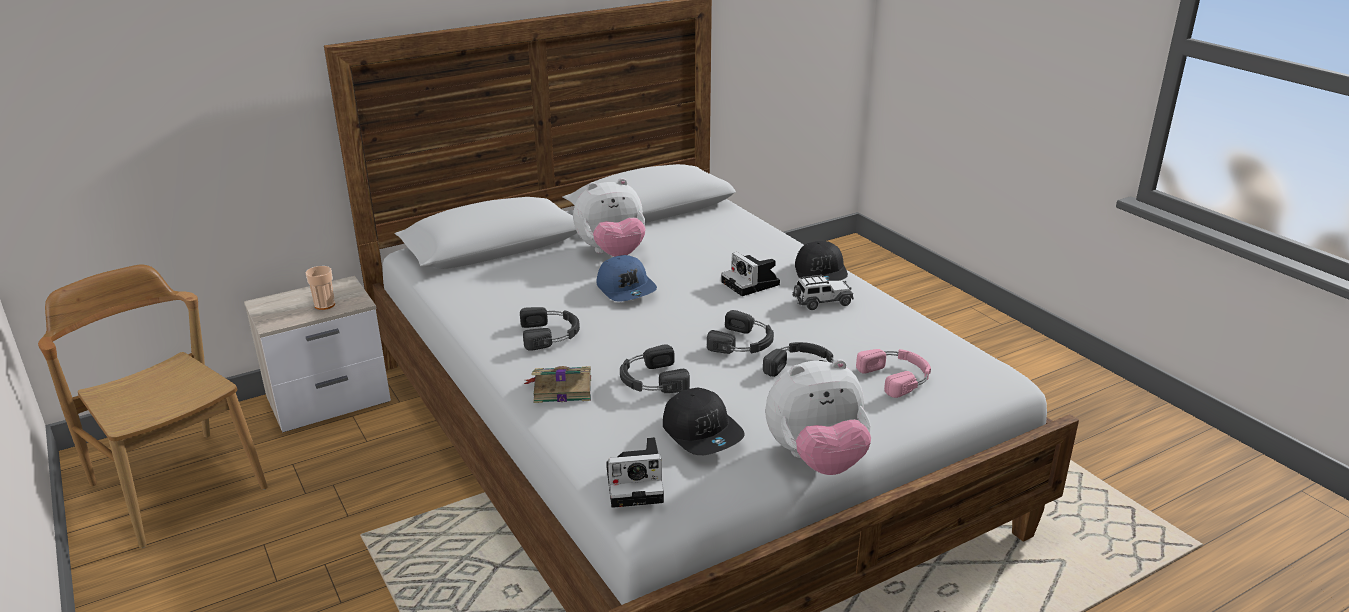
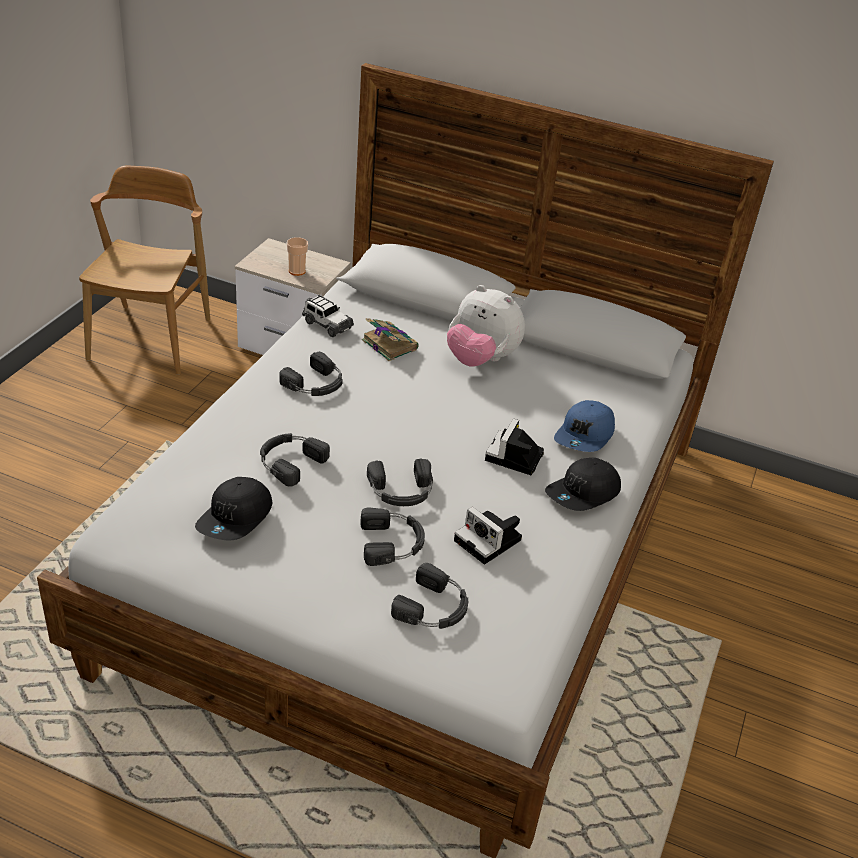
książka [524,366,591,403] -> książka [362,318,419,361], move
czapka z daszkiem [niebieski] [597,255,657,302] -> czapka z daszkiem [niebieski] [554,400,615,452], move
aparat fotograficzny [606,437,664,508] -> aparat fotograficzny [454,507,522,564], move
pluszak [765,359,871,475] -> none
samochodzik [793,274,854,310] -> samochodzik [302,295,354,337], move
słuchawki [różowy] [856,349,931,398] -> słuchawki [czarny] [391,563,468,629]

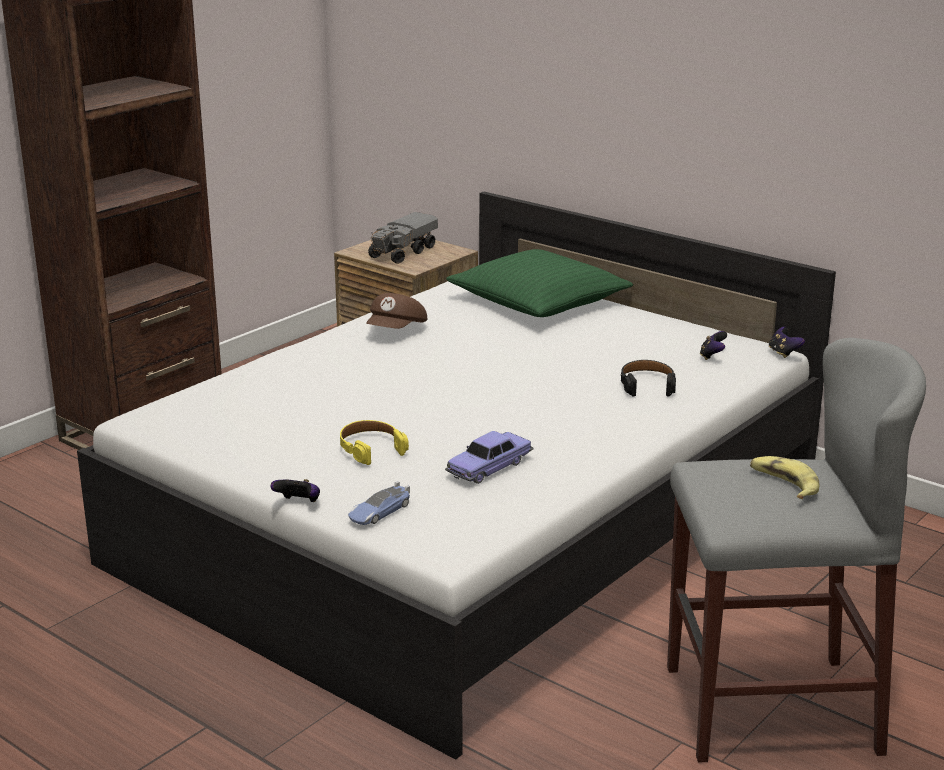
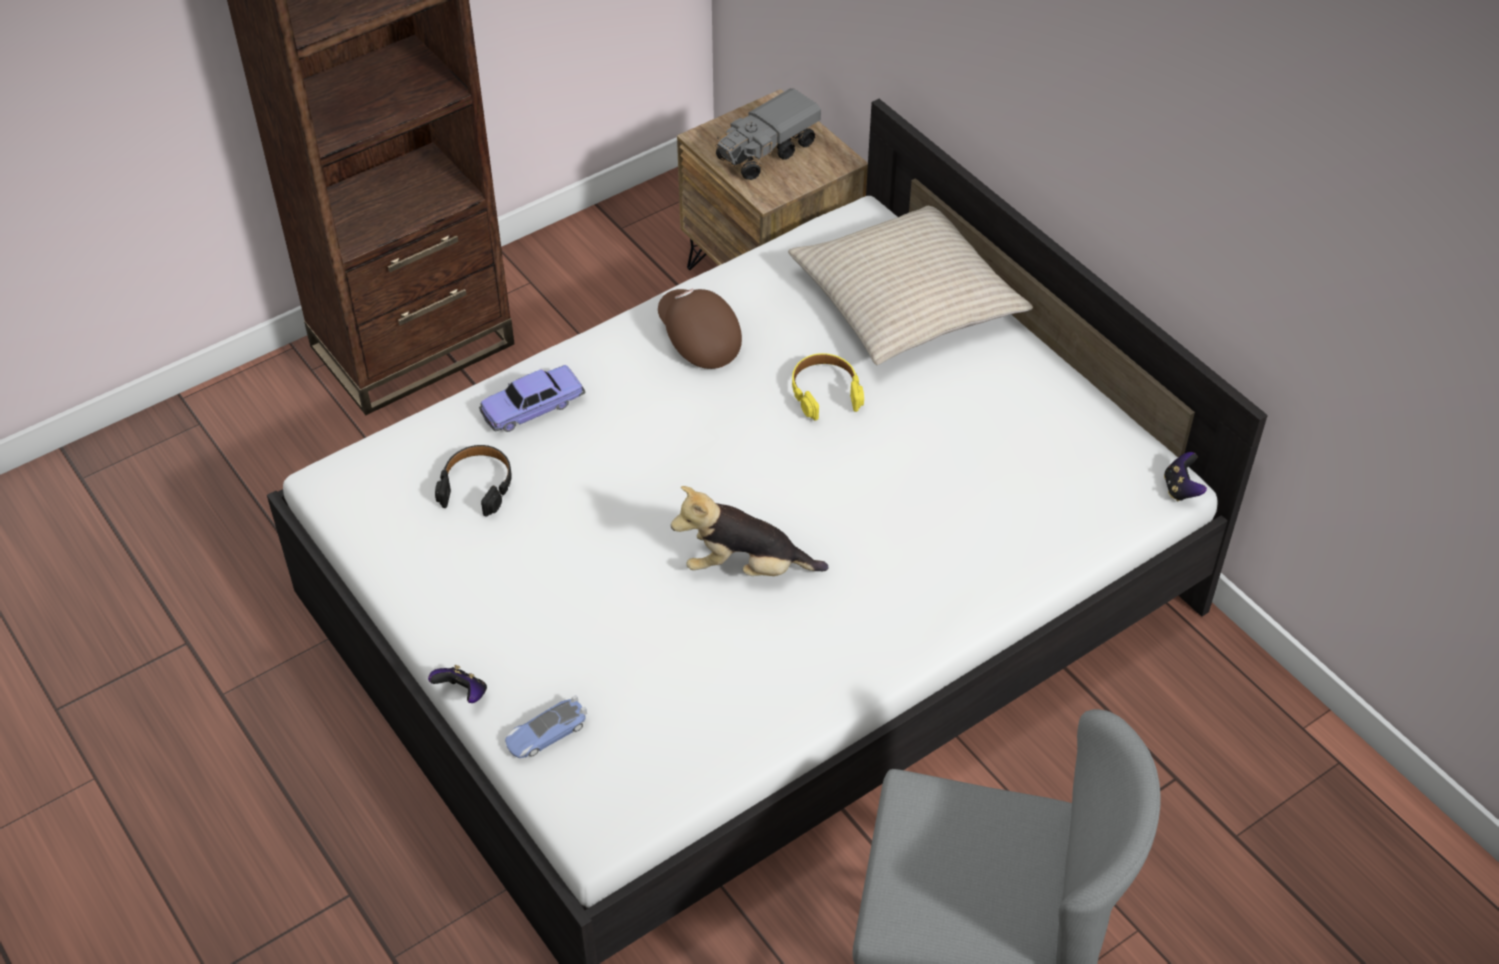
słuchawki [żółty] [340,420,409,465] -> słuchawki [żółty] [792,353,864,421], move
czapka z daszkiem [brązowy] [366,293,427,329] -> czapka z daszkiem [brązowy] [658,289,742,369], 105 degrees clockwise
samochodzik [445,431,534,484] -> samochodzik [479,365,586,432], move
poduszka [zielony] [446,249,633,317] -> poduszka [beżowy] [788,206,1033,365]
słuchawki [czarny] [621,360,676,397] -> słuchawki [czarny] [435,445,512,517], move
pad do gier [700,331,727,360] -> none
banan [750,456,819,499] -> none
none -> pluszak [671,486,828,576]

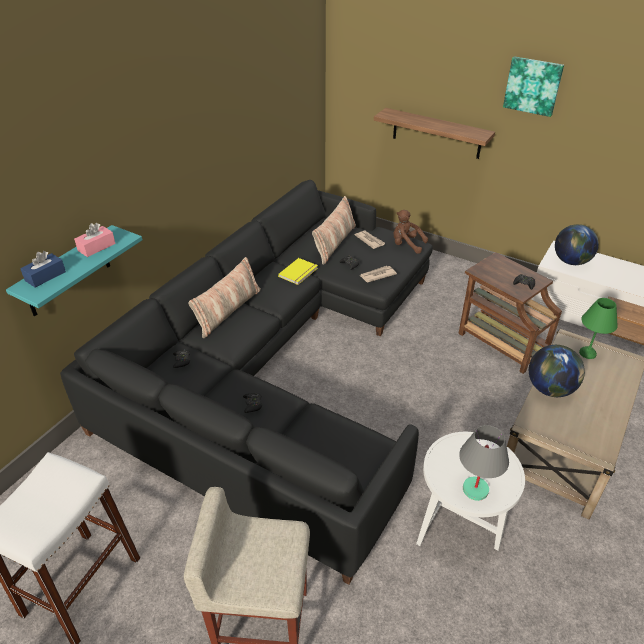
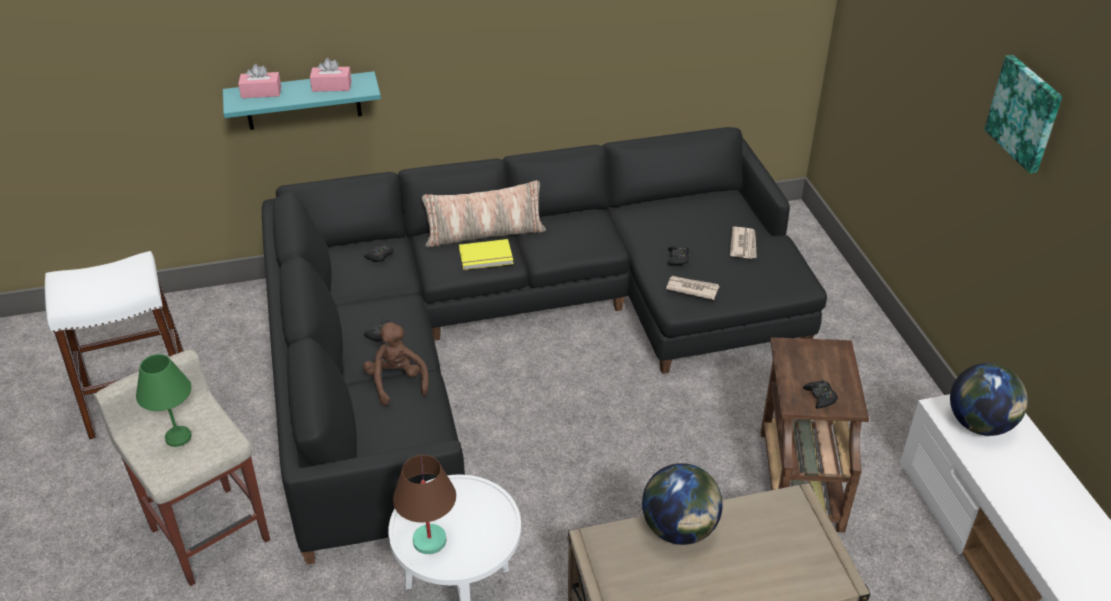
pudełko chusteczek [niebieski] [20,251,66,288] -> pudełko chusteczek [różowy] [238,64,281,98]
książka [żółty] [278,258,318,285] -> książka [żółty] [459,239,513,270], move
poduszka [312,196,356,265] -> none
półka [374,108,495,159] -> none
pluszak [brązowy] [394,210,428,254] -> pluszak [brązowy] [363,322,429,406], move
lampa stołowa [szary] [459,425,509,501] -> lampa stołowa [brązowy] [393,455,456,554]
lampa stołowa [zielony] [579,298,618,359] -> lampa stołowa [zielony] [136,354,192,447], move

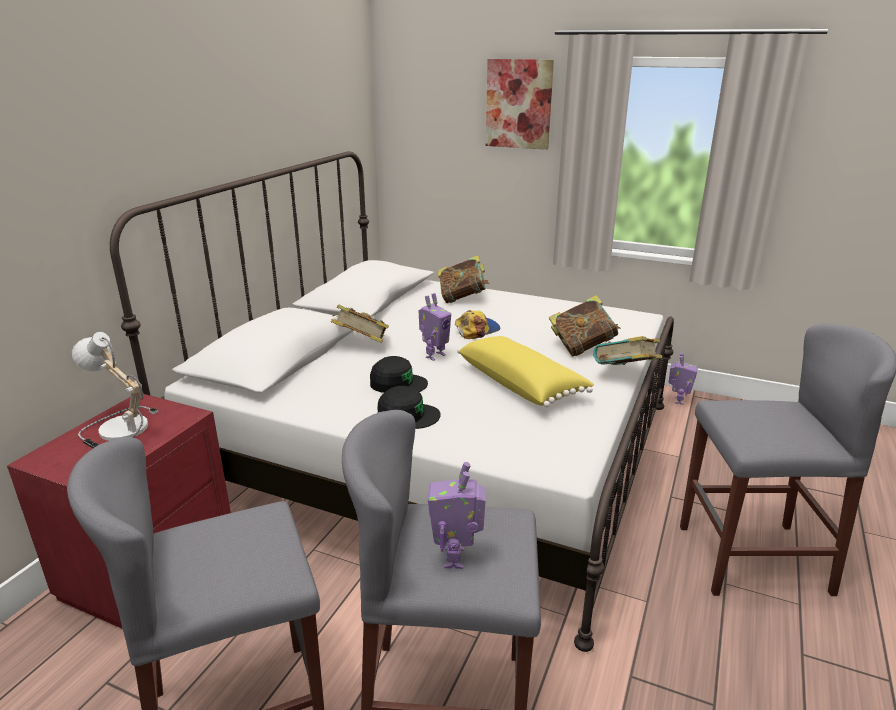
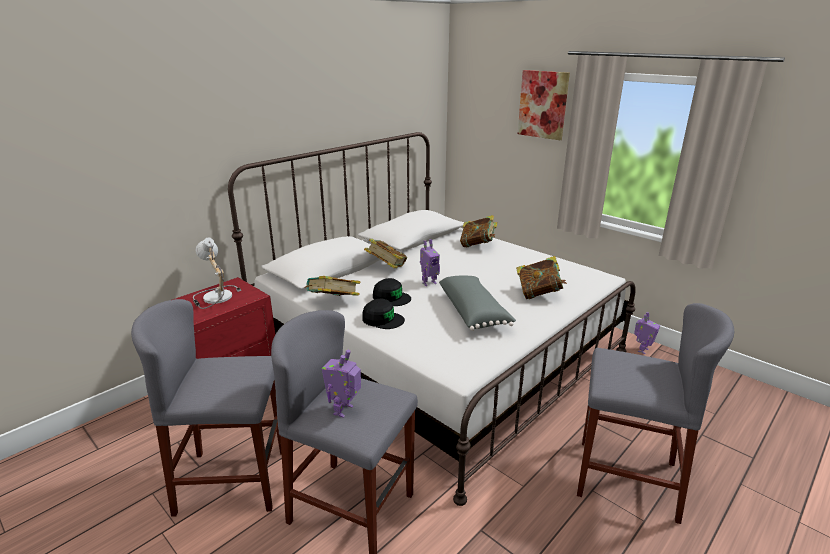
czapka z daszkiem [455,310,500,339] -> none
poduszka [żółty] [457,336,594,407] -> poduszka [szary] [439,275,516,330]
książka [593,336,662,365] -> książka [304,276,360,296], move

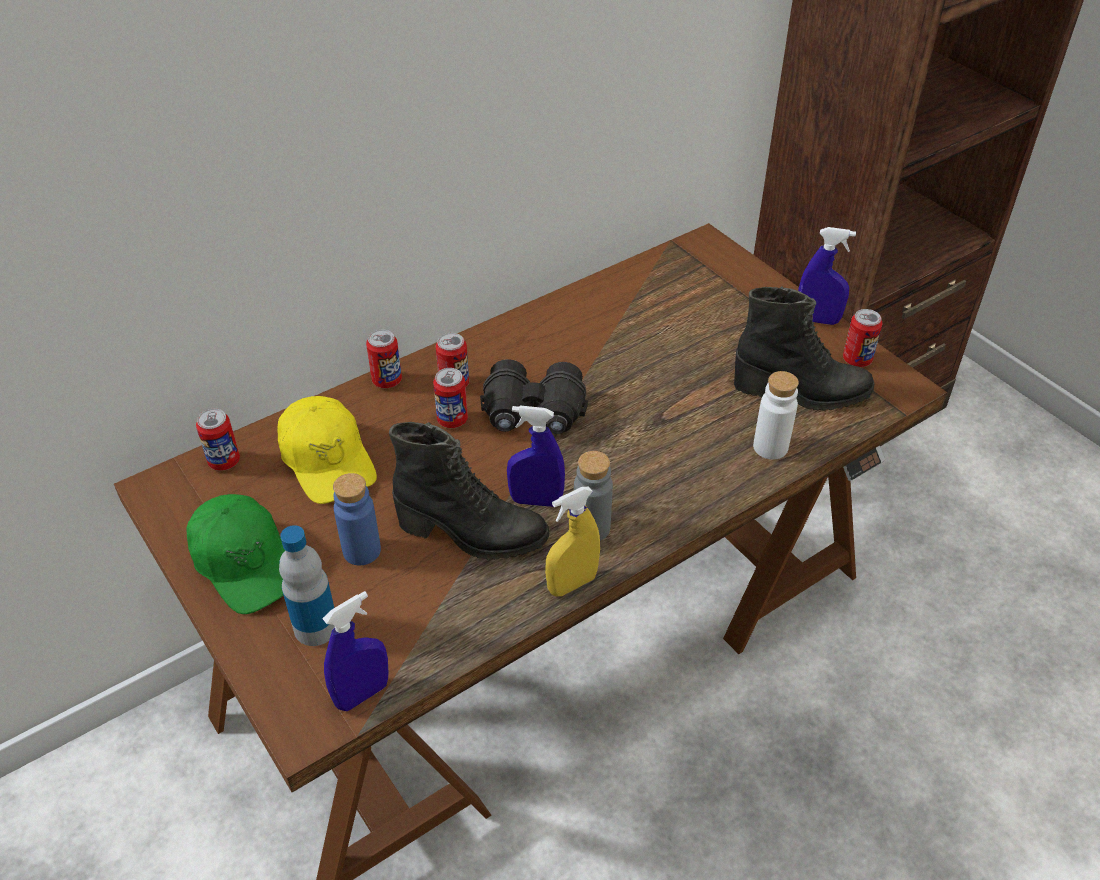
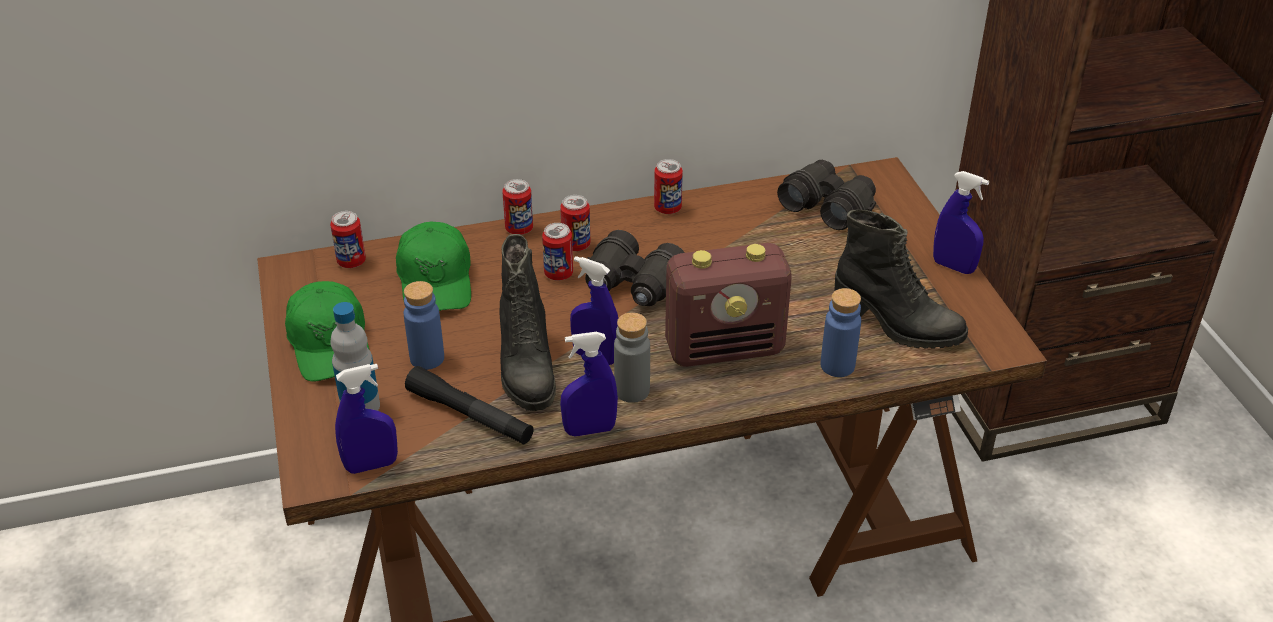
czapka z daszkiem [żółty] [277,396,377,504] -> czapka z daszkiem [zielony] [396,222,471,311]
but z cholewką [czarny] [389,422,549,560] -> but z cholewką [czarny] [500,234,556,411], 45 degrees clockwise
spryskiwacz [żółty] [545,487,600,596] -> spryskiwacz [niebieski] [560,332,618,437]
butelka [biały] [753,371,799,460] -> butelka [niebieski] [821,288,861,377]
puszka [843,309,882,367] -> puszka [654,159,683,214], move
none -> latarka [czarny] [405,366,534,444]
none -> radio [665,243,792,367]
none -> lornetka [czarny] [777,160,876,230]

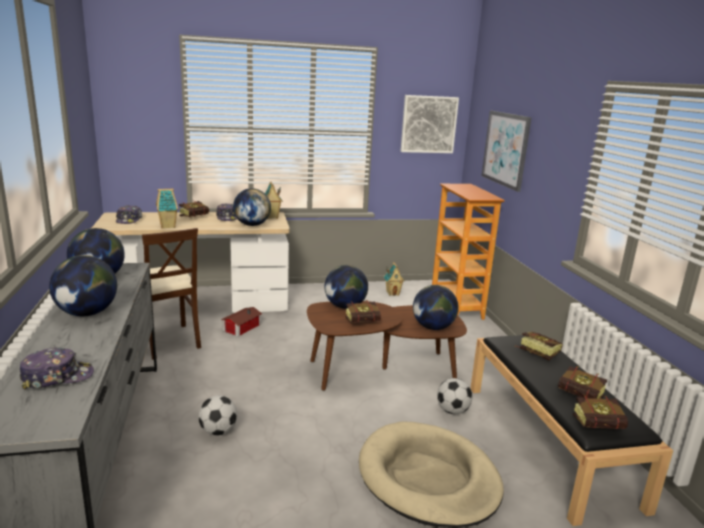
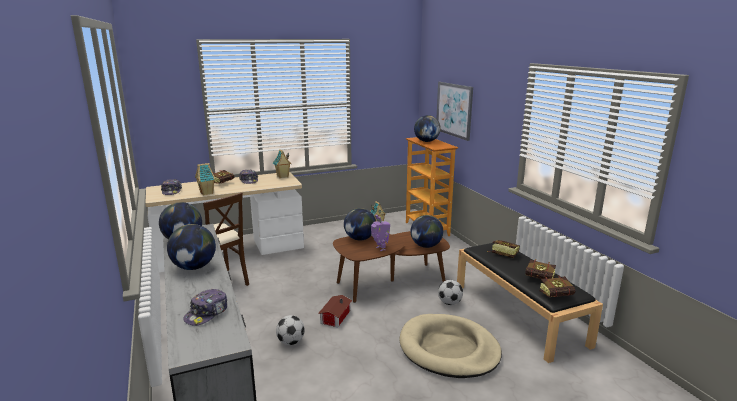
czapka z daszkiem [20,348,94,389] -> czapka z daszkiem [183,288,227,326], 150 degrees clockwise
domek [221,307,262,336] -> domek [318,295,352,327], move
globus [233,188,271,226] -> globus [414,115,441,142], move
książka [346,301,381,323] -> robot zabawkowy [371,215,390,251]
obraz [401,95,459,153] -> none

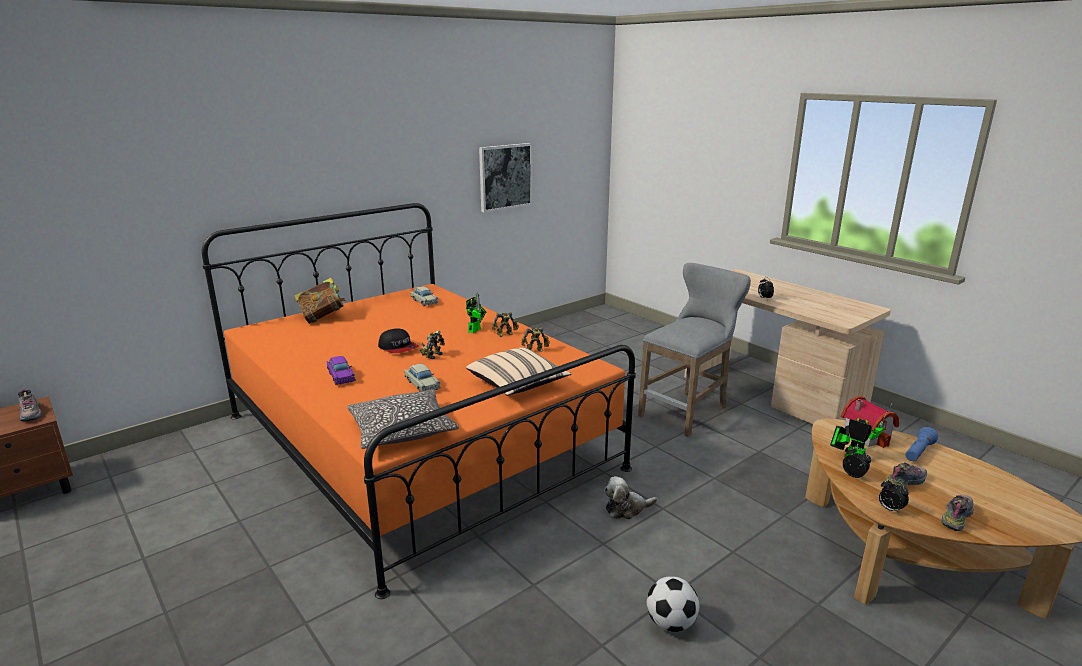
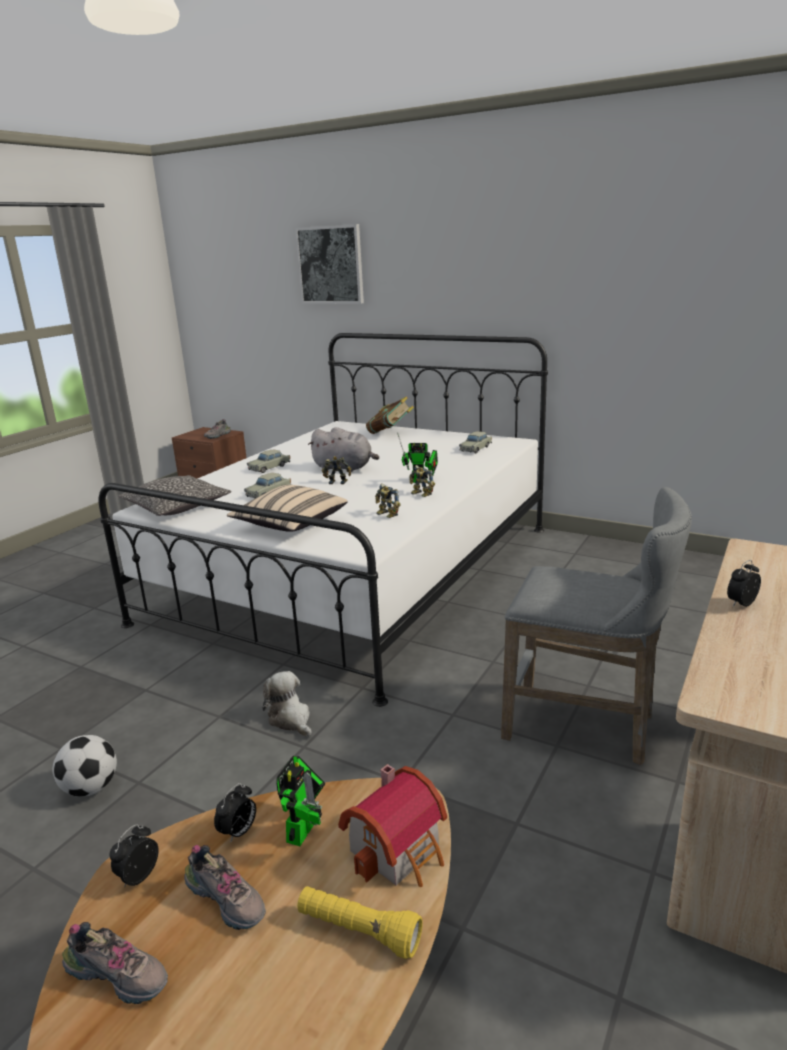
łóżko [pomarańczowy] [202,203,636,599] -> łóżko [biały] [99,333,548,707]
samochodzik [fioletowy] [327,356,356,385] -> samochodzik [beżowy] [247,450,290,473]
czapka z daszkiem [378,328,419,353] -> pluszak [szary] [308,427,379,472]
obraz [479,143,533,212] -> obraz [295,224,364,304], move
latarka [niebieski] [905,427,938,461] -> latarka [żółty] [297,886,423,959]

